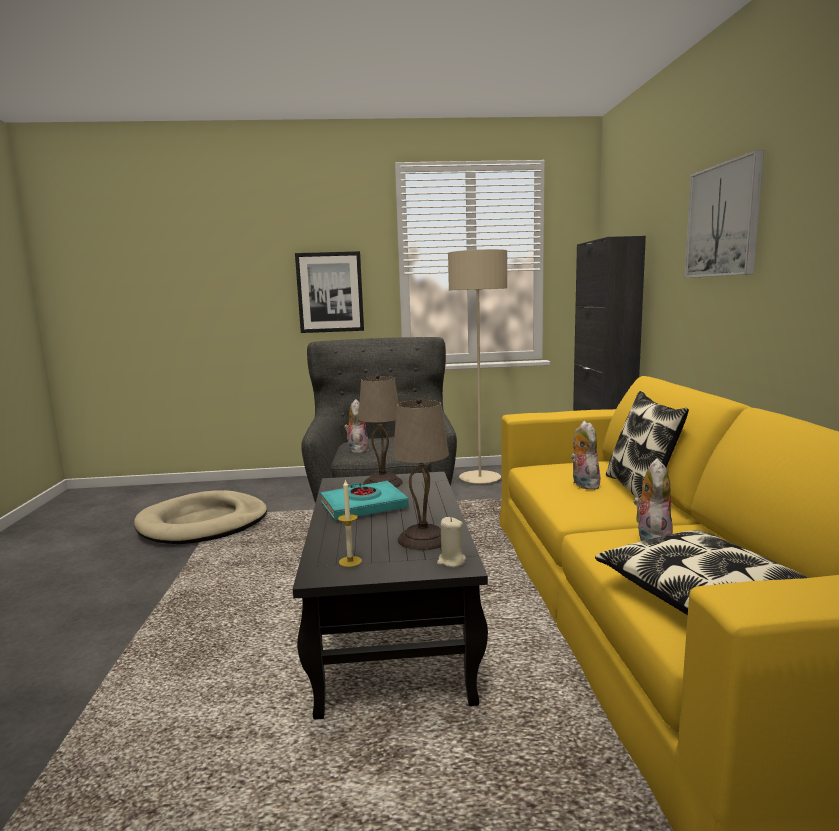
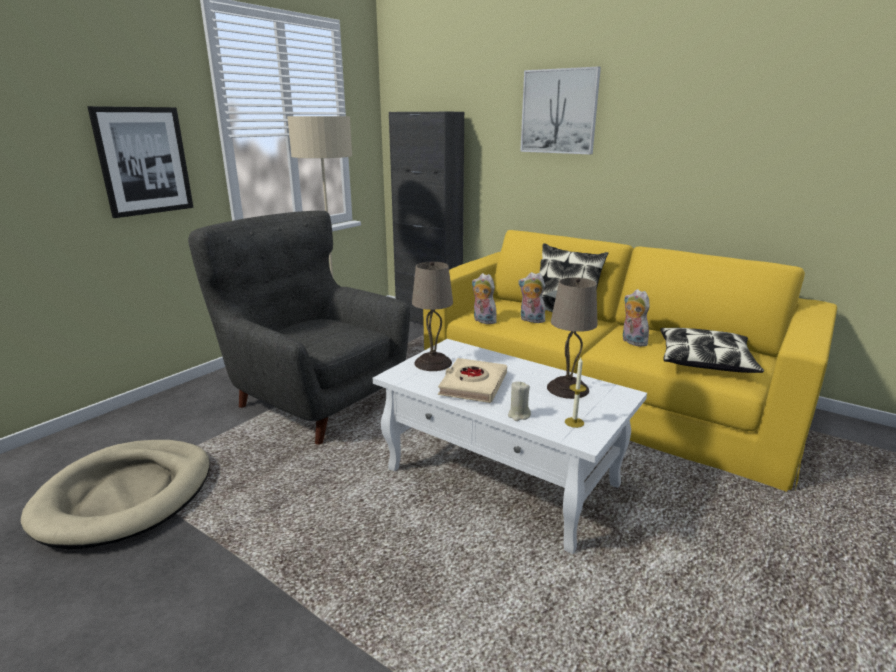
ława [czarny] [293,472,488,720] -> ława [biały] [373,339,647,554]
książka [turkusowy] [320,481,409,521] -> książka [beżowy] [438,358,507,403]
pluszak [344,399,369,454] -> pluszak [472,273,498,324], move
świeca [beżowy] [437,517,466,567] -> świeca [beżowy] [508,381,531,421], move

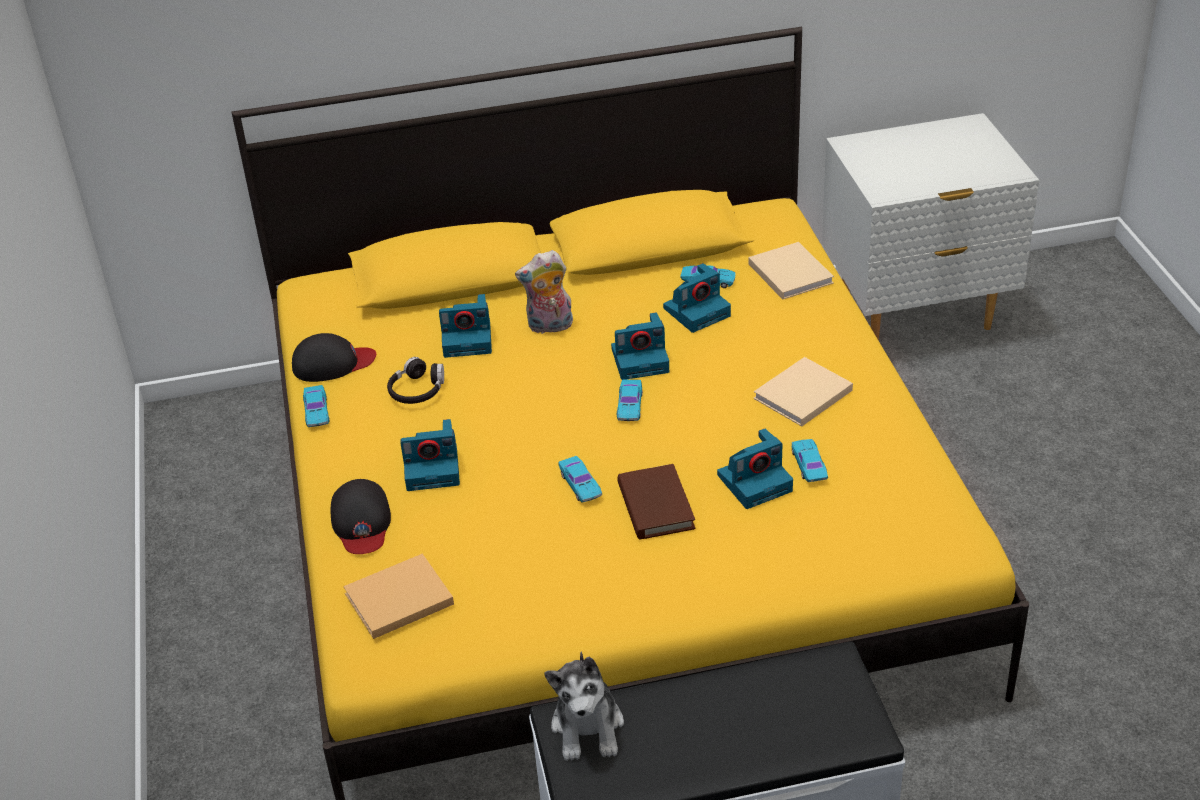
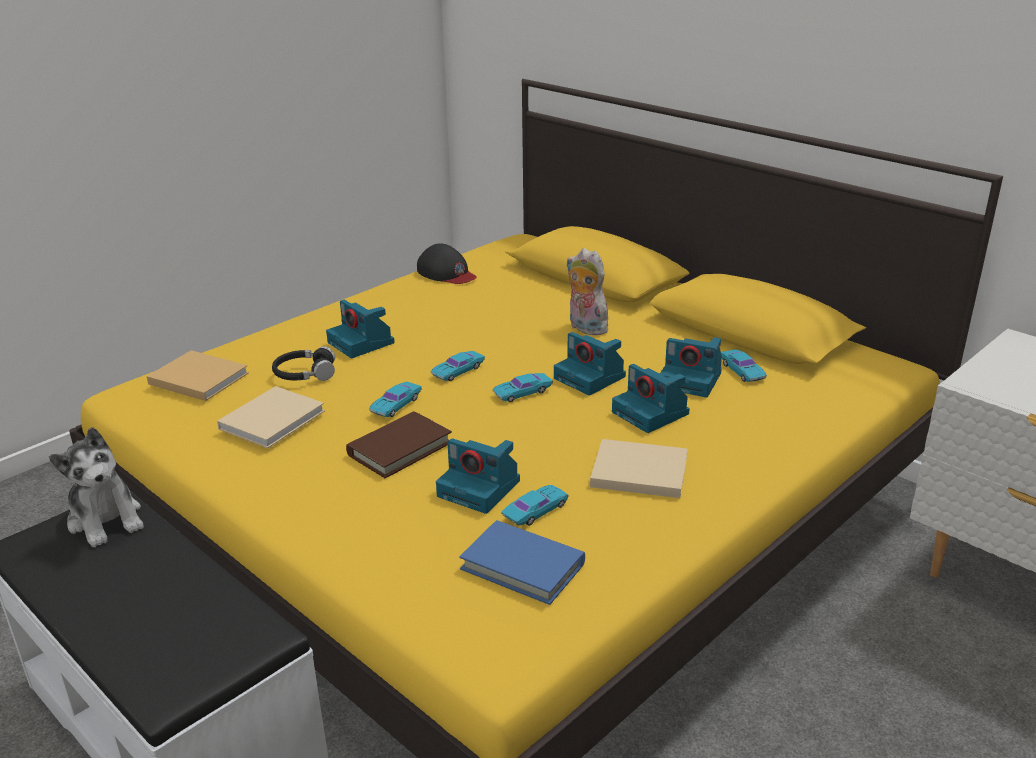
samochodzik [turkusowy] [303,385,329,427] -> samochodzik [turkusowy] [431,351,485,381], move
czapka z daszkiem [czarny] [331,479,391,554] -> none
słuchawki [czarny] [387,357,444,404] -> słuchawki [czarny] [272,346,335,381], move
aparat fotograficzny [439,294,492,358] -> aparat fotograficzny [612,364,690,433], move
pluszak [544,652,624,761] -> pluszak [49,427,144,547], 90 degrees counterclockwise
książka [beżowy] [748,242,834,300] -> książka [beżowy] [217,386,325,448], move
none -> książka [niebieski] [459,520,585,605]

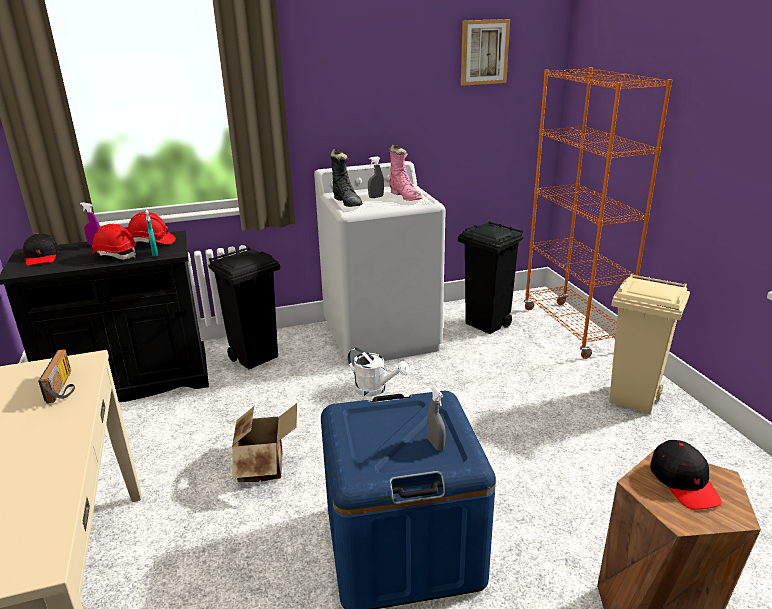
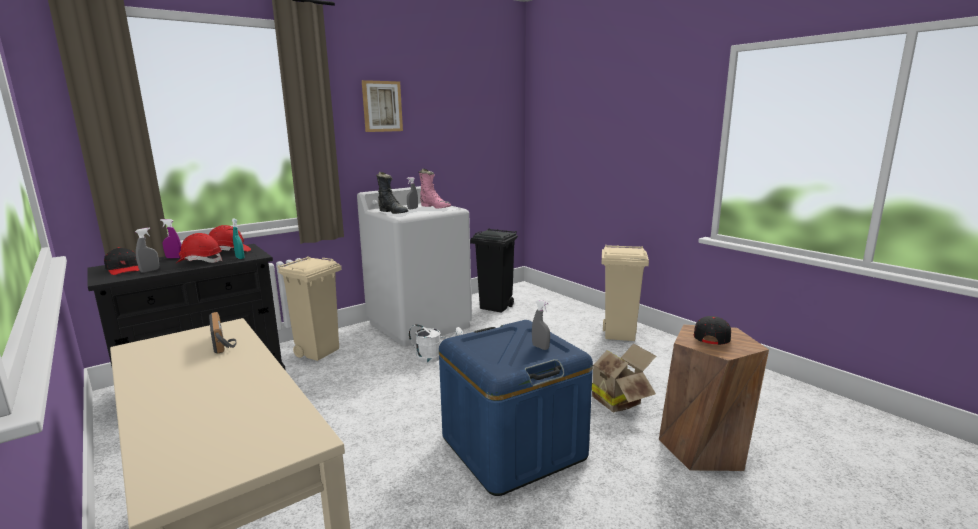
kosz na śmieci [czarny] [208,246,280,369] -> kosz na śmieci [beżowy] [278,256,342,361]
karton [232,403,297,482] -> karton [592,343,656,412], move
obraz [461,19,510,86] -> obraz [362,80,403,132], move
regał [pomarańczowy] [524,67,673,359] -> none
czapka z daszkiem [czarny] [650,440,722,509] -> czapka z daszkiem [czarny] [694,316,731,345], 120 degrees counterclockwise
none -> spryskiwacz [szary] [135,228,159,273]

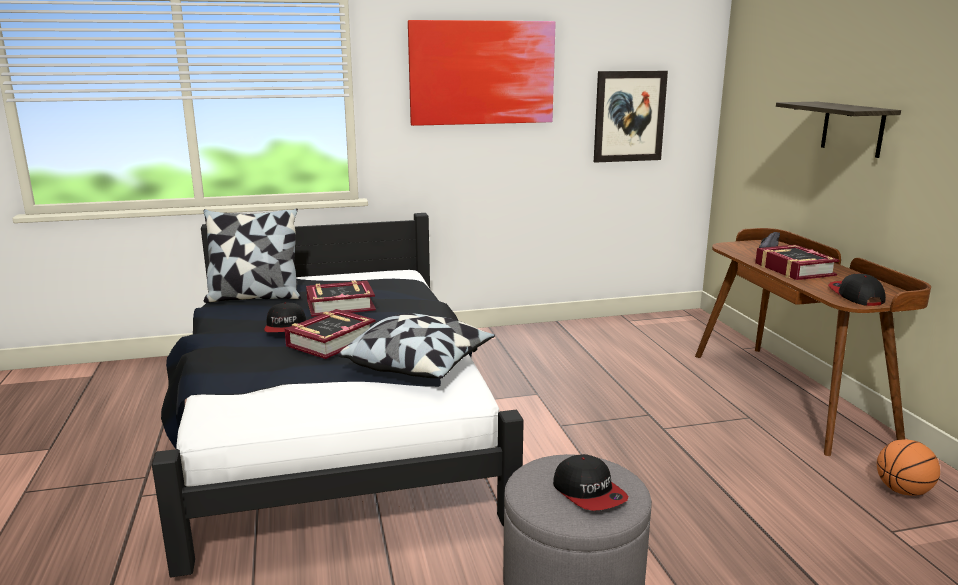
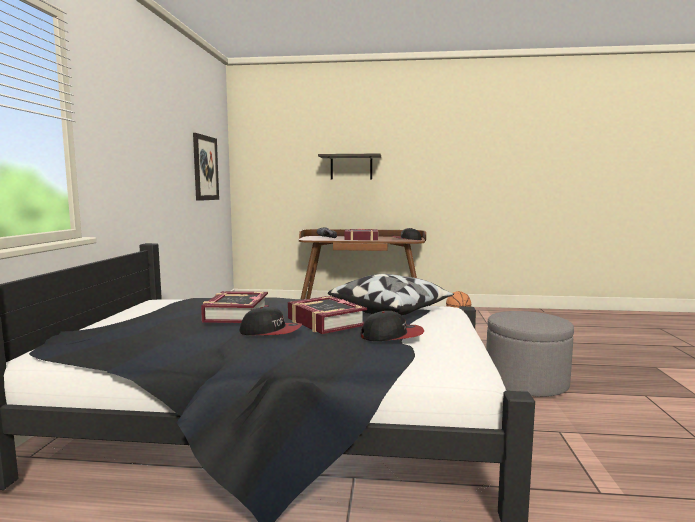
poduszka [203,208,301,303] -> none
obraz [408,20,556,126] -> none
czapka z daszkiem [553,454,628,511] -> czapka z daszkiem [361,311,424,341], move

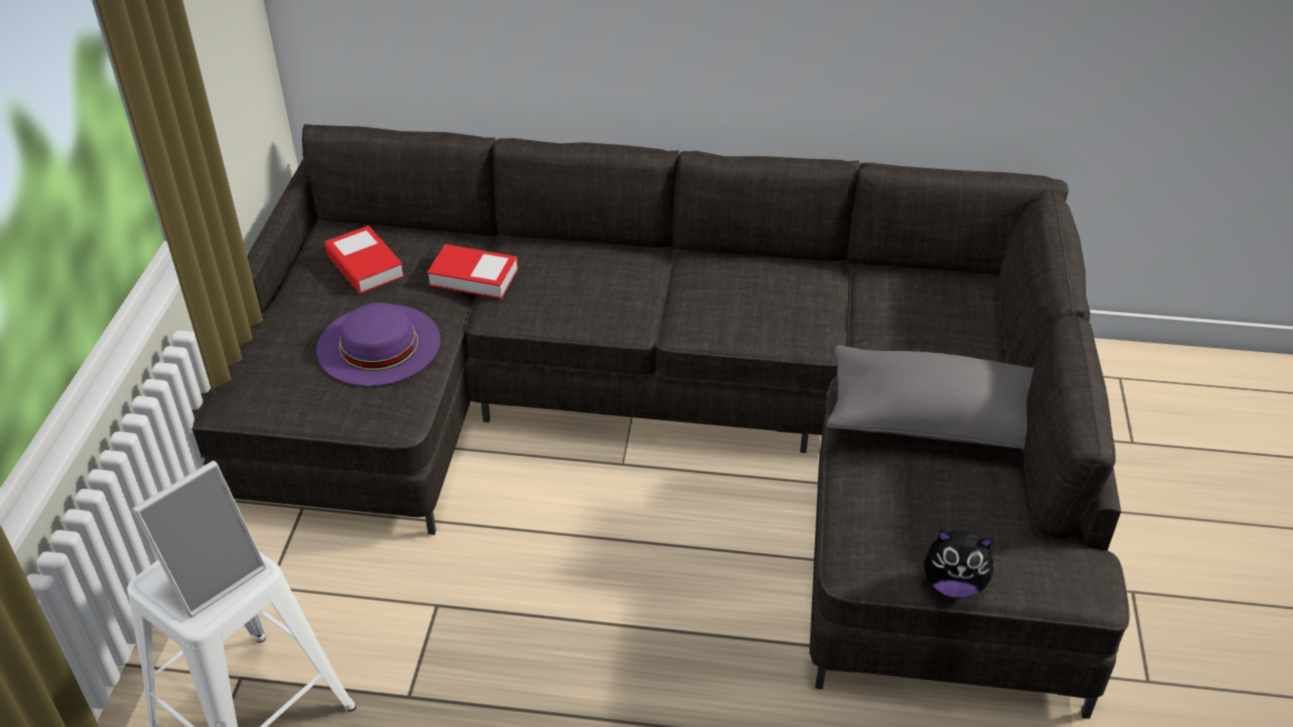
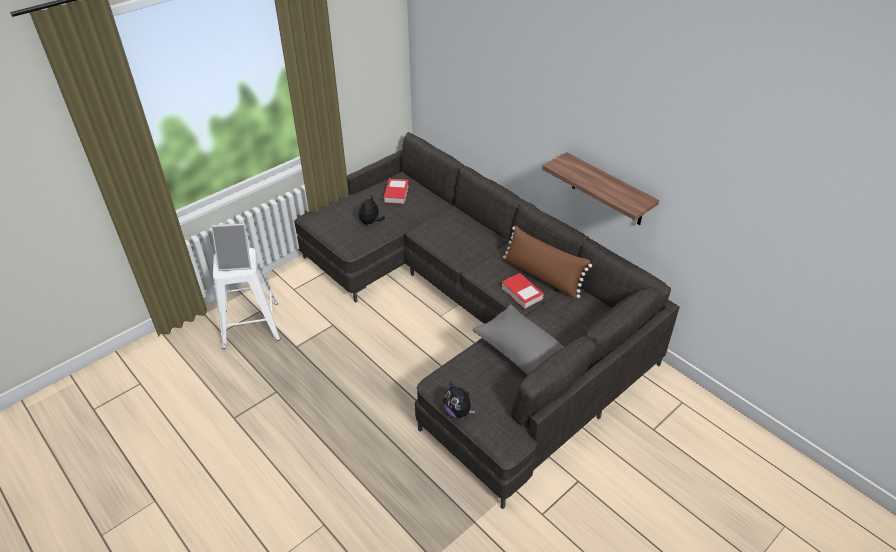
kapelusz [fioletowy] [316,303,441,386] -> pluszak [358,194,385,224]
książka [427,244,518,299] -> książka [501,273,544,309], move
none -> poduszka [brązowy] [503,226,592,298]
none -> półka [542,152,659,225]

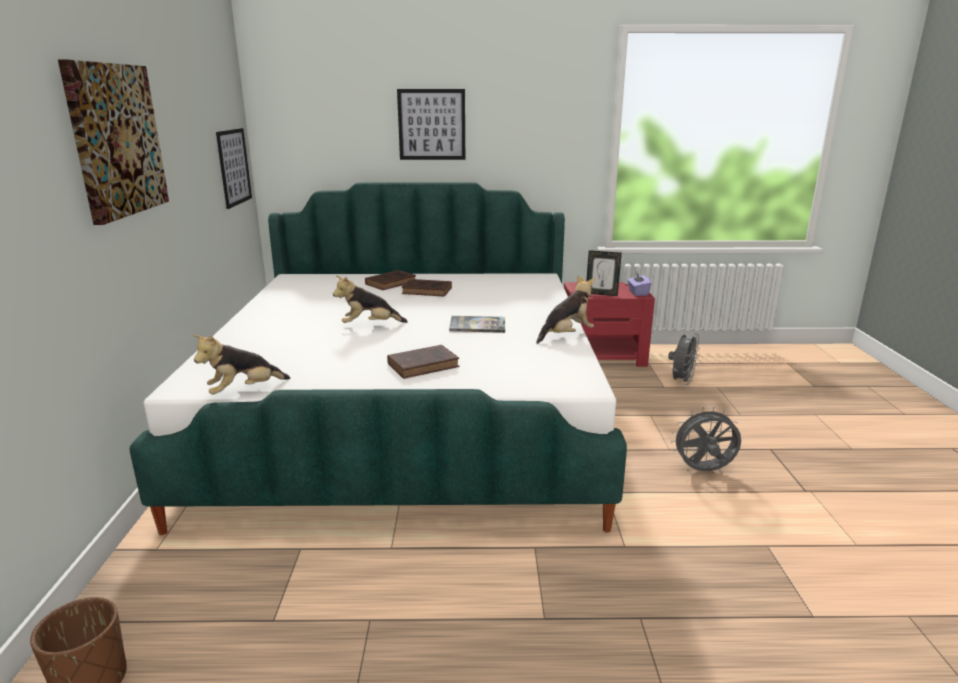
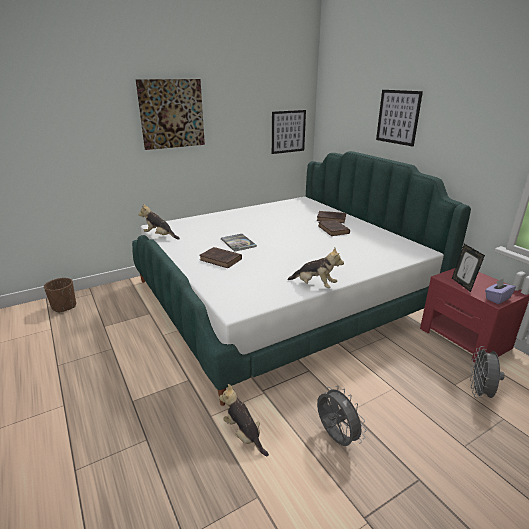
pluszak [333,275,408,323] -> pluszak [219,384,269,456], move
książka [449,316,505,333] -> książka [221,234,257,252], move
wentylator [szary] [668,333,700,385] -> wentylator [szary] [470,346,504,398], 105 degrees clockwise

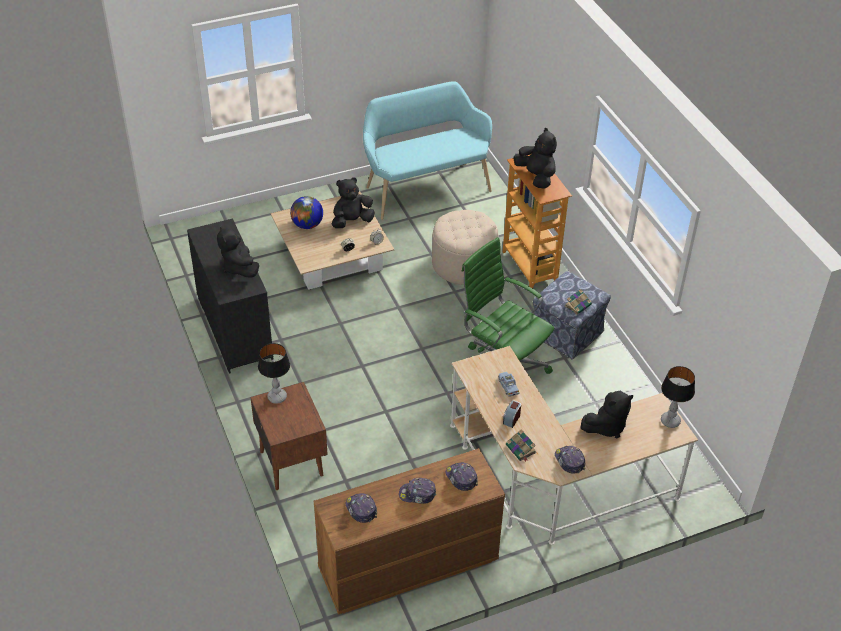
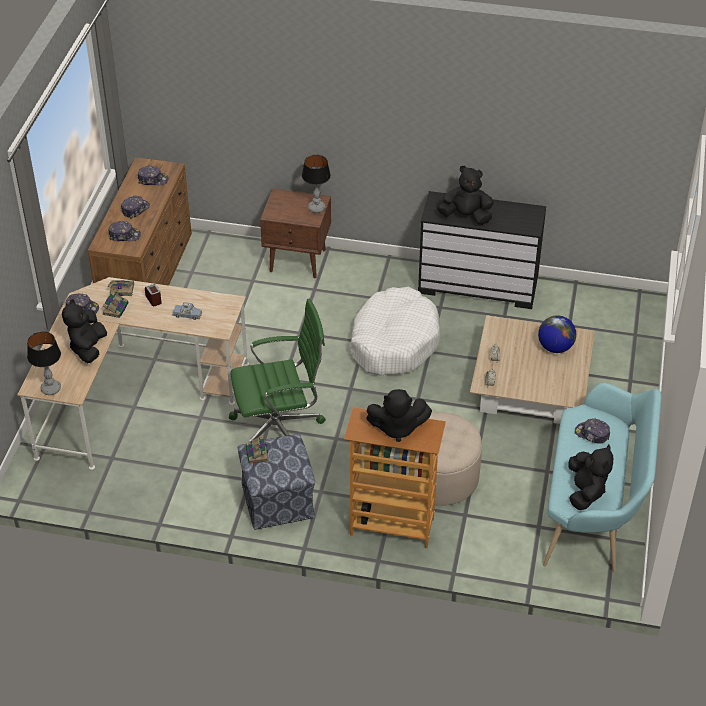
pluszak [czarny] [332,177,375,228] -> pluszak [czarny] [569,445,613,510], move
none -> książka [102,291,129,318]
none -> legowisko [biały] [350,287,440,375]
none -> czapka z daszkiem [575,419,610,444]

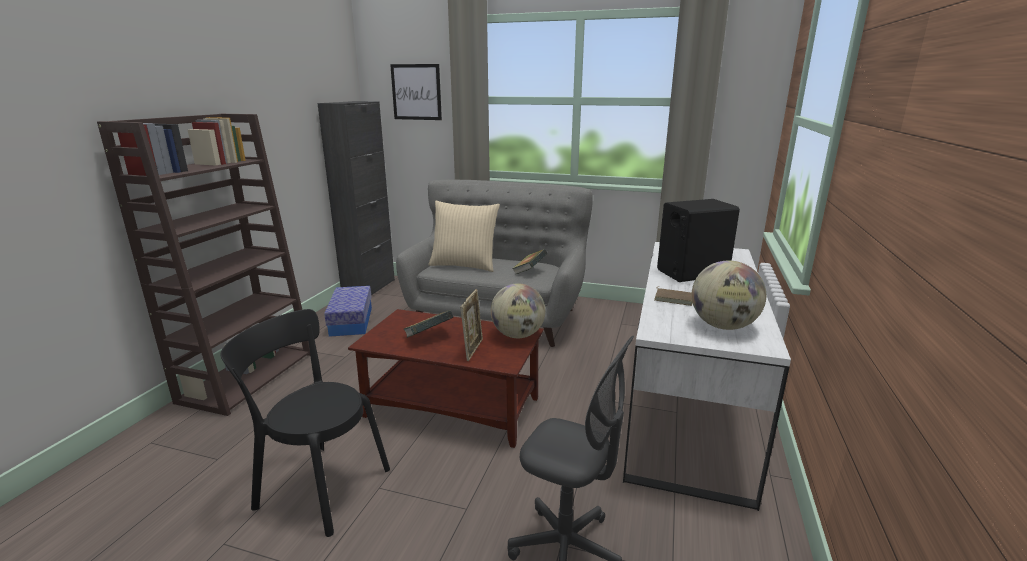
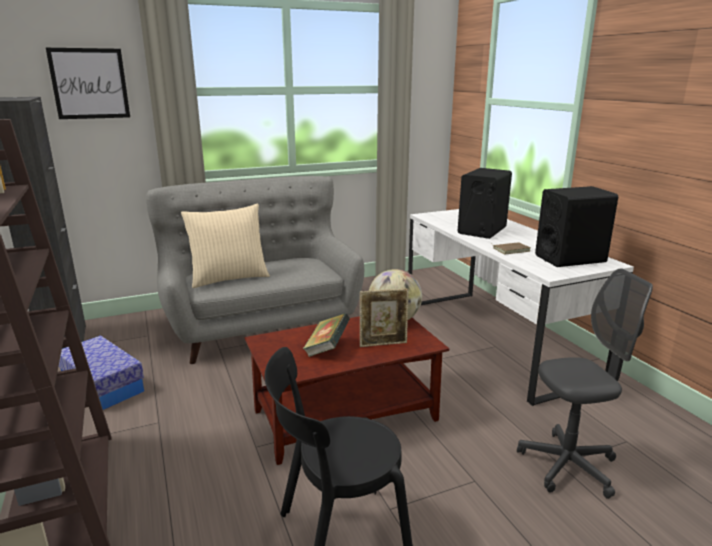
ramka na zdjęcie [460,289,483,361] -> ramka na zdjęcie [360,289,409,347], 105 degrees clockwise
książka [512,249,547,275] -> none
globus [692,261,766,330] -> głośnik [czarny] [535,186,618,267]

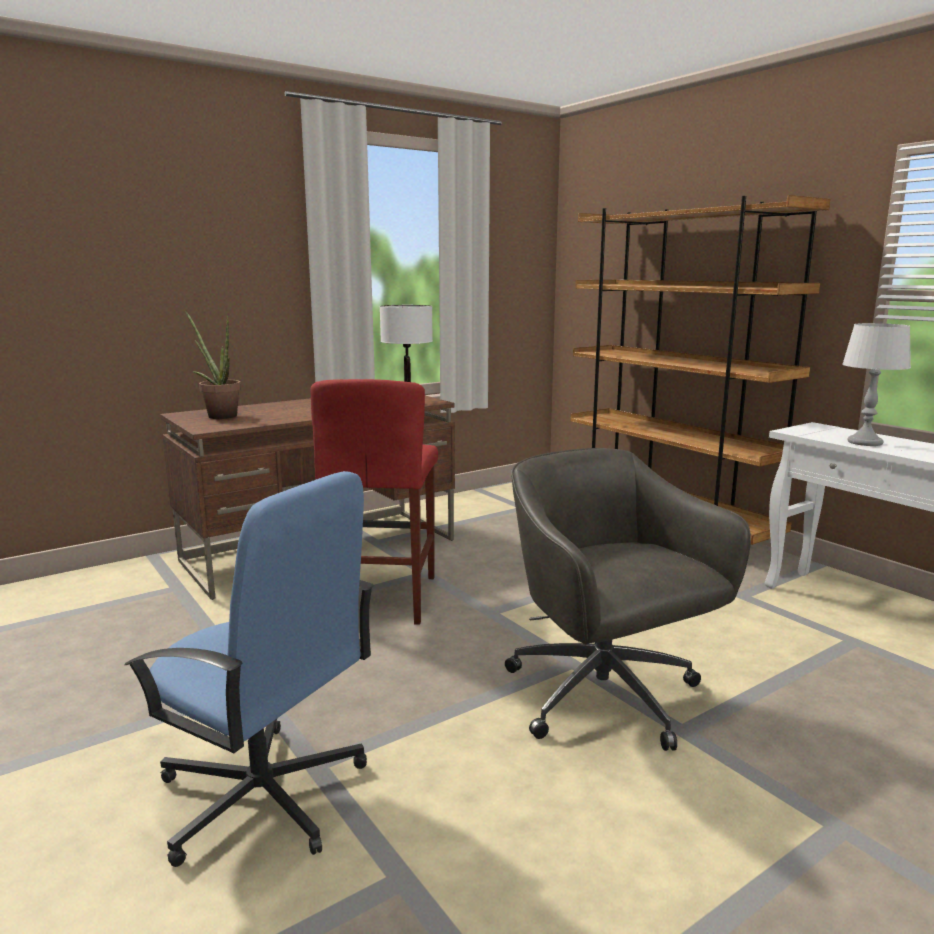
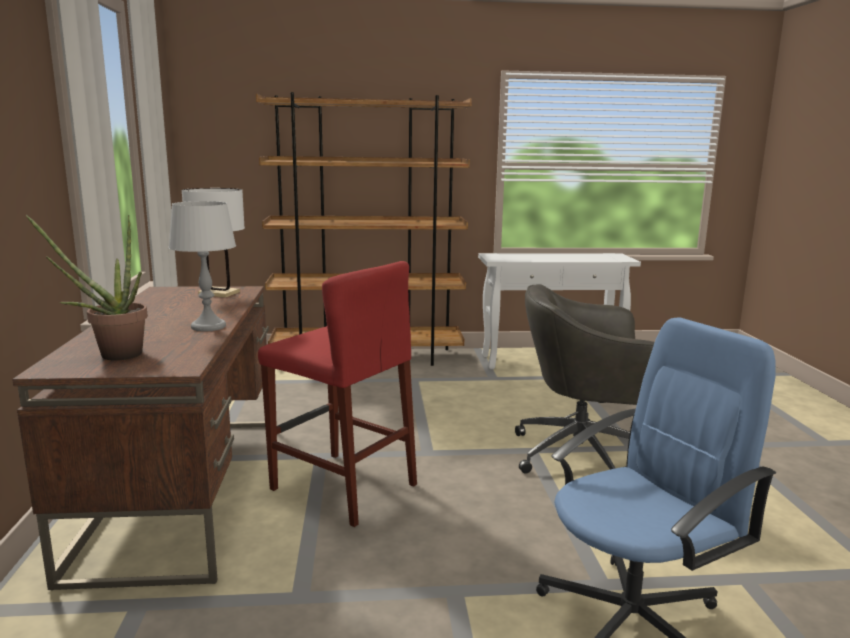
lampa stołowa [szary] [842,323,911,446] -> lampa stołowa [szary] [168,201,236,332], move

